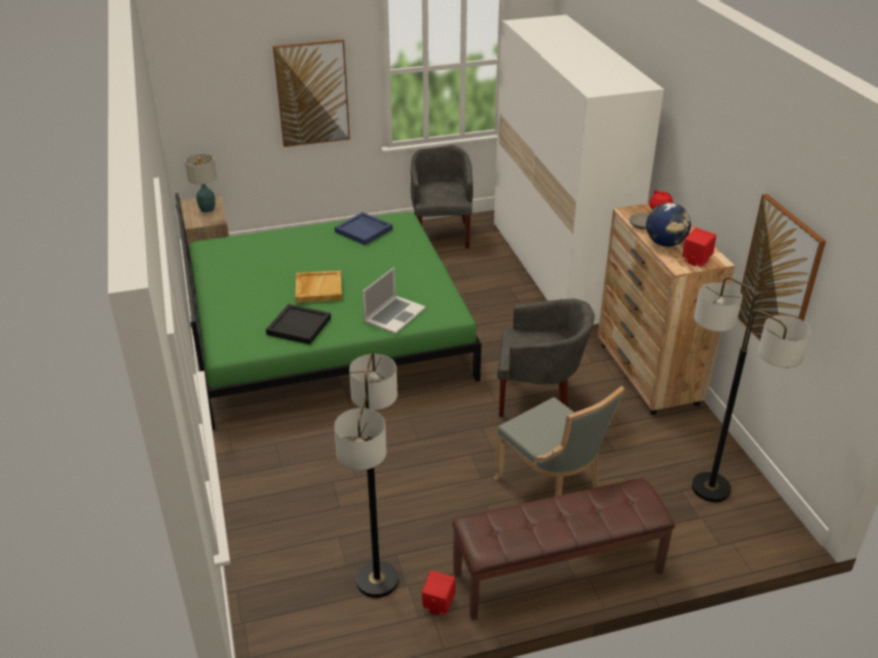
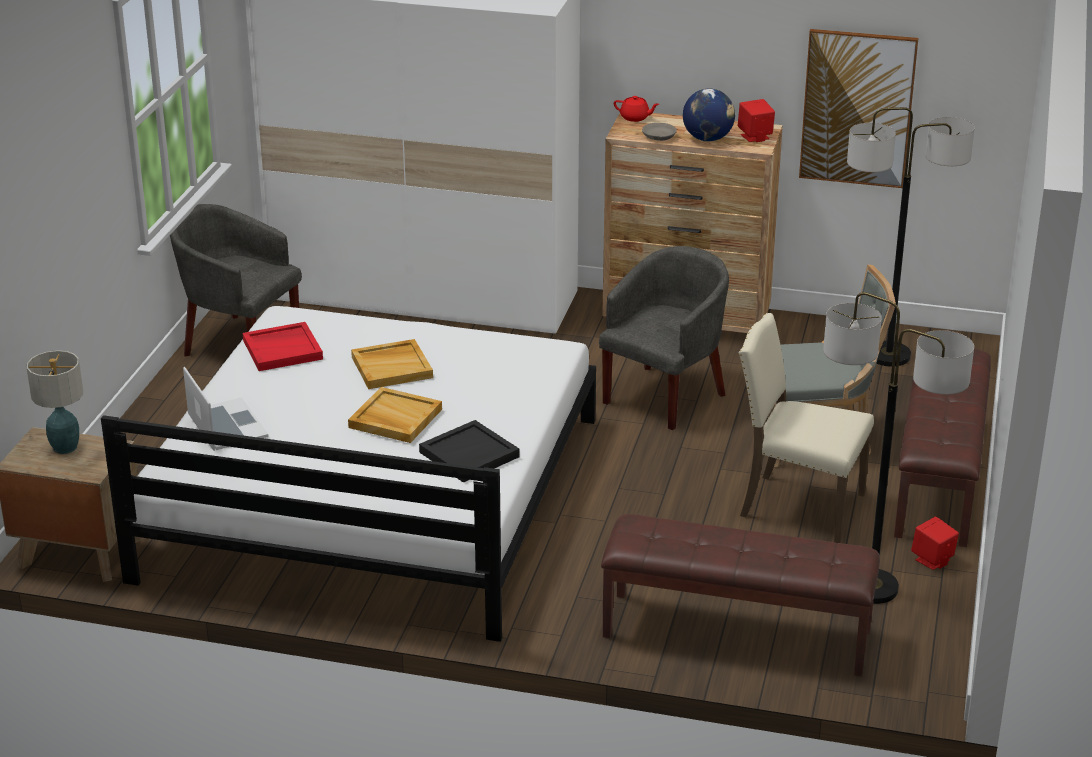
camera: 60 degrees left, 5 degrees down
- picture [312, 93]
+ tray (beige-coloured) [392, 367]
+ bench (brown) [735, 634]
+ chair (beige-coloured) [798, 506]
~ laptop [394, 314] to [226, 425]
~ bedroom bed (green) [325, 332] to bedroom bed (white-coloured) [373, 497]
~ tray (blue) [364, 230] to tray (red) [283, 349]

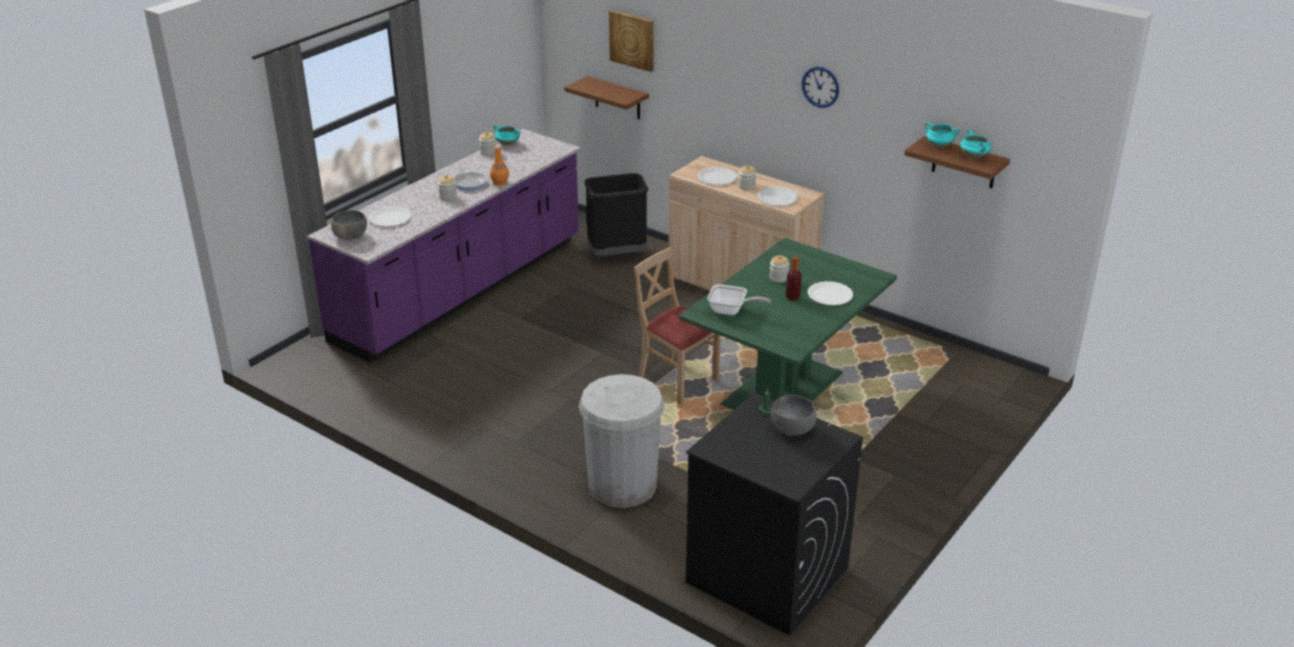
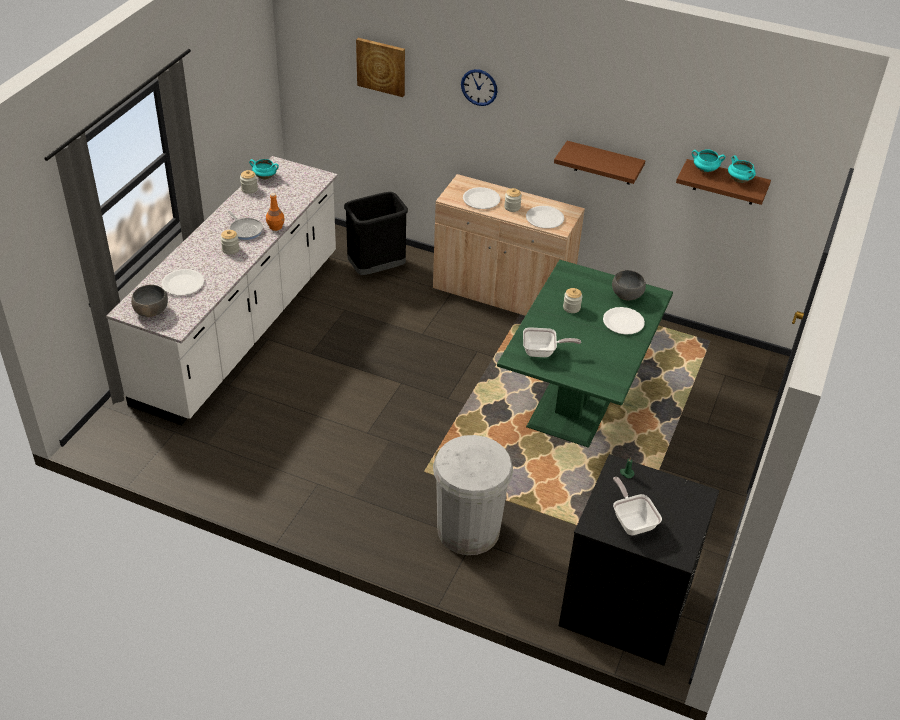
camera: 15 degrees left, 10 degrees up
- chair (beige-coloured) [677, 381]
- drink bottle [792, 297]
+ skillet [632, 521]
~ bracket shelf (brown) [617, 98] to [603, 163]
~ deep dish (greyish) [792, 428] to [627, 294]
~ wall clock [820, 87] to [479, 87]
~ kitchen base unit (purple-coloured) [461, 290] to kitchen base unit (white-coloured) [241, 327]

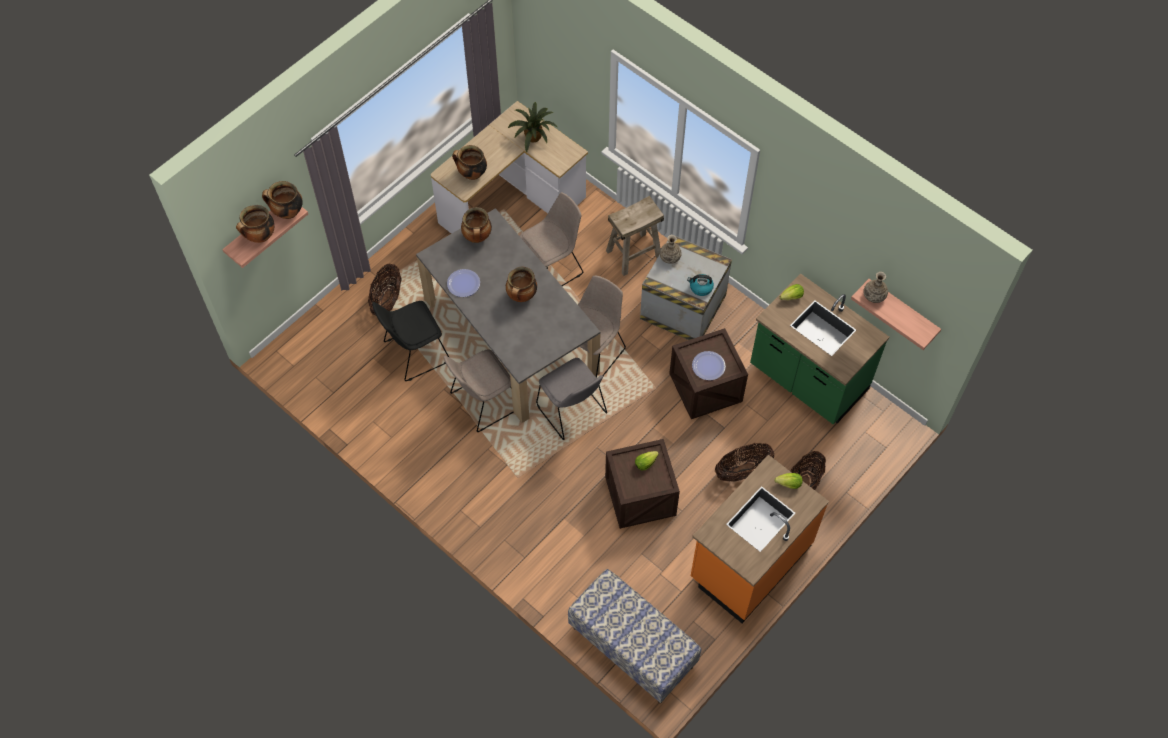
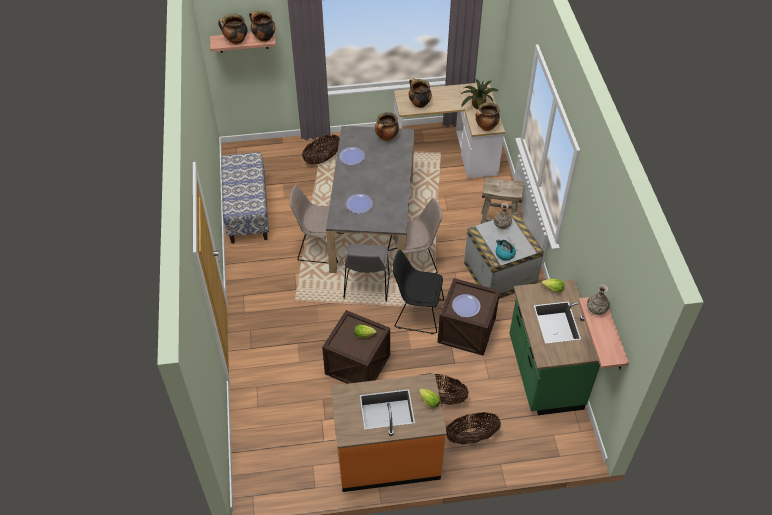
camera: 40 degrees right, 10 degrees down
- chair (beige-coloured) [551, 267]
+ dinner plate [359, 204]
~ chair (black) [414, 353] to [417, 313]
~ cooking pot [522, 296] to [486, 127]
~ bench [632, 647] to [247, 211]

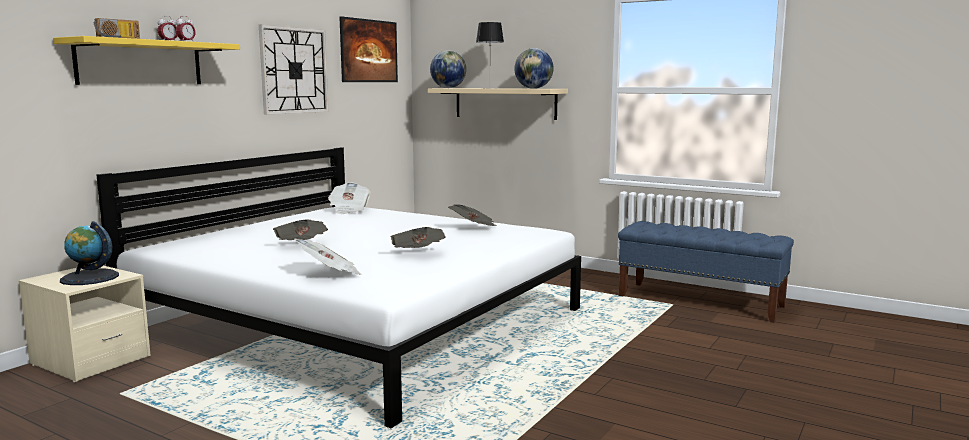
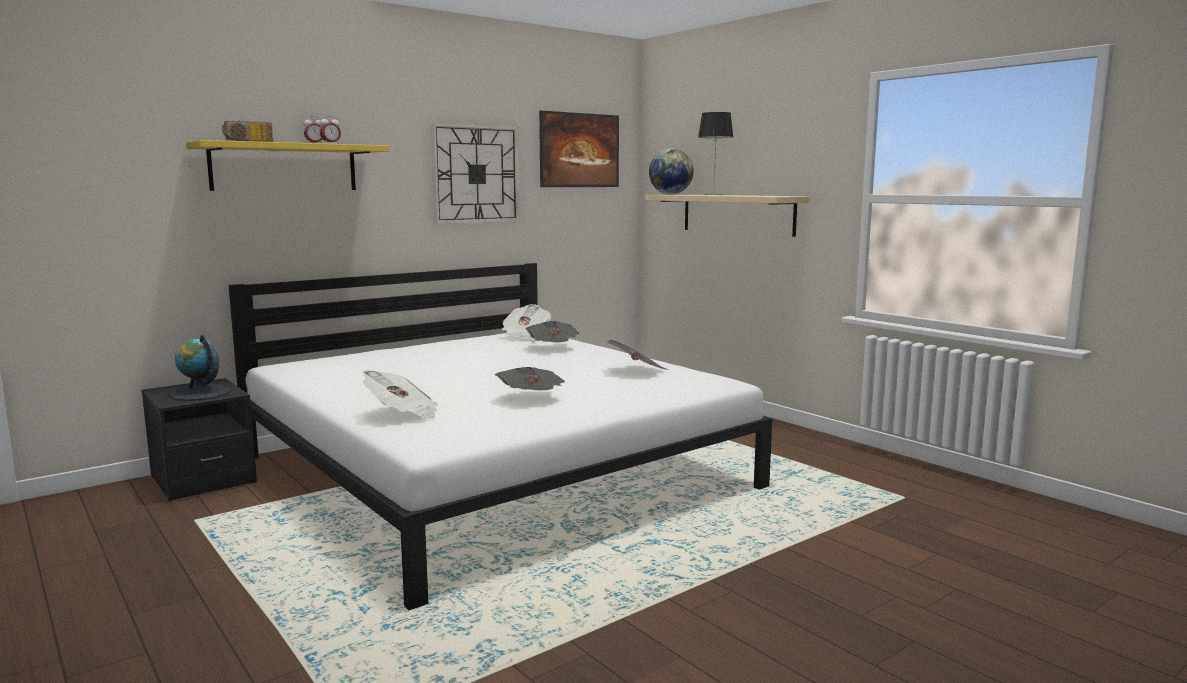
camera: 20 degrees right, 0 degrees up
- globe [533, 88]
- bench (blue) [700, 301]
~ newspaper [301, 245] to [553, 347]
~ nightstand (beige-coloured) [90, 361] to nightstand (black) [203, 480]

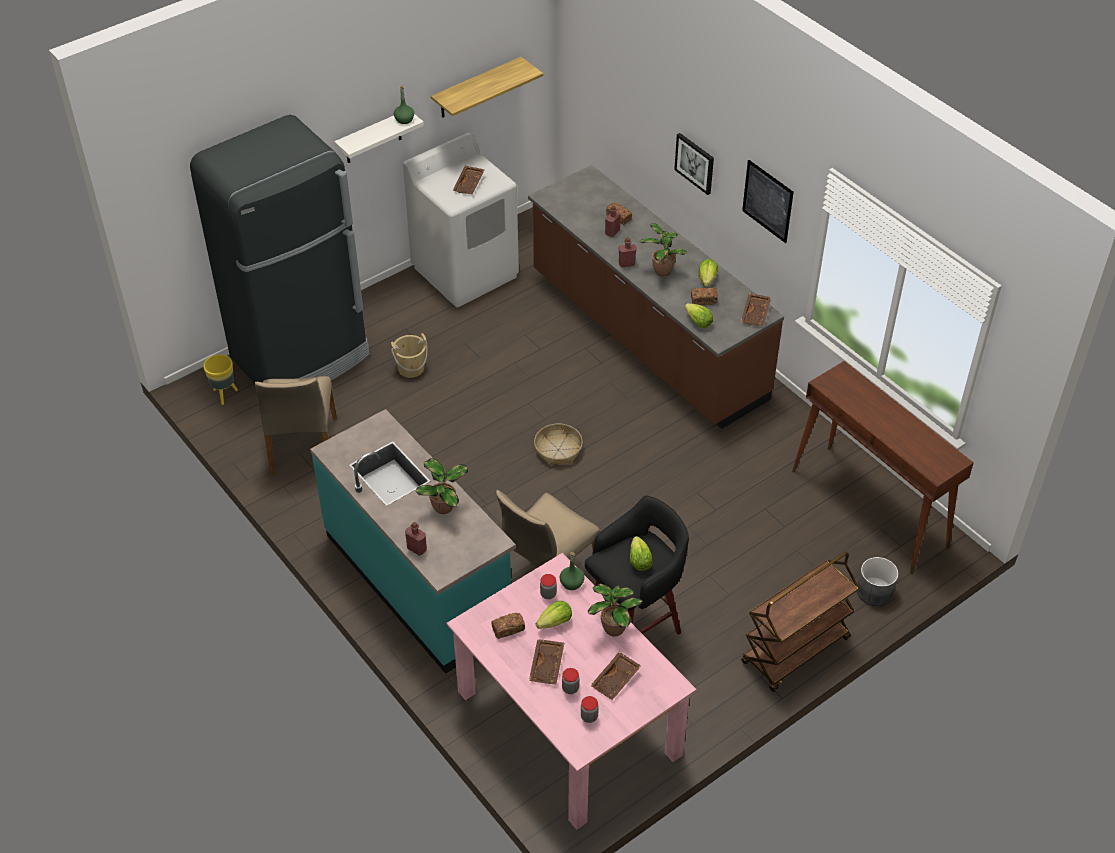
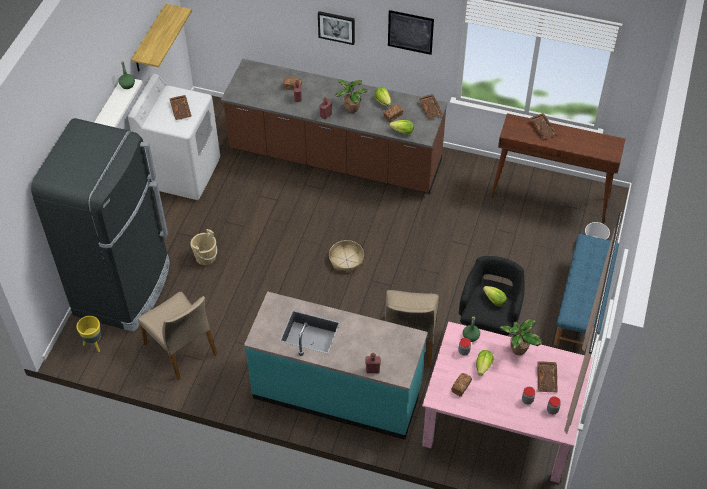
camera: 35 degrees left, 5 degrees up
- plant in a pot [445, 506]
~ tray (brown) [547, 666] to [543, 128]
~ trolley (brown) [795, 652] to bench (blue) [583, 305]

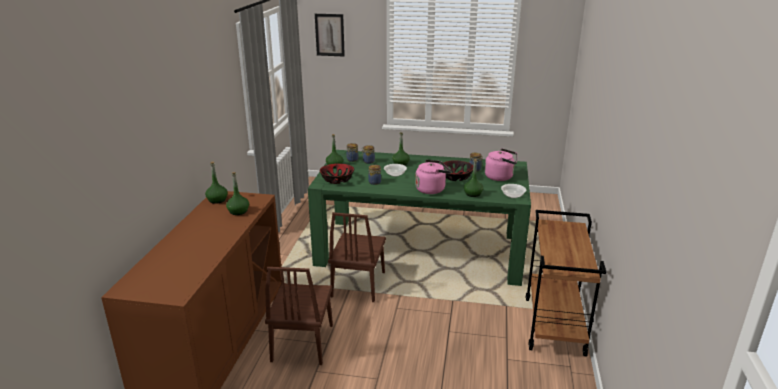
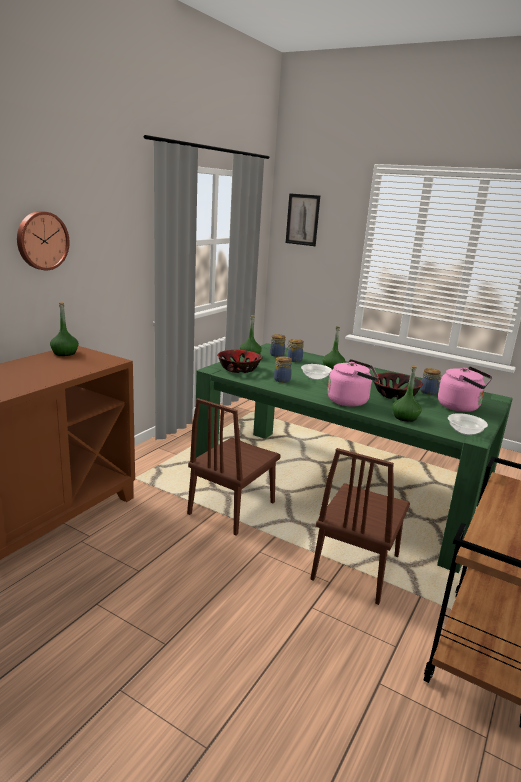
camera: 20 degrees right, 5 degrees down
- drink bottle (green) [238, 211]
+ wall clock [41, 240]
~ chair (brown) [302, 342] to [356, 567]

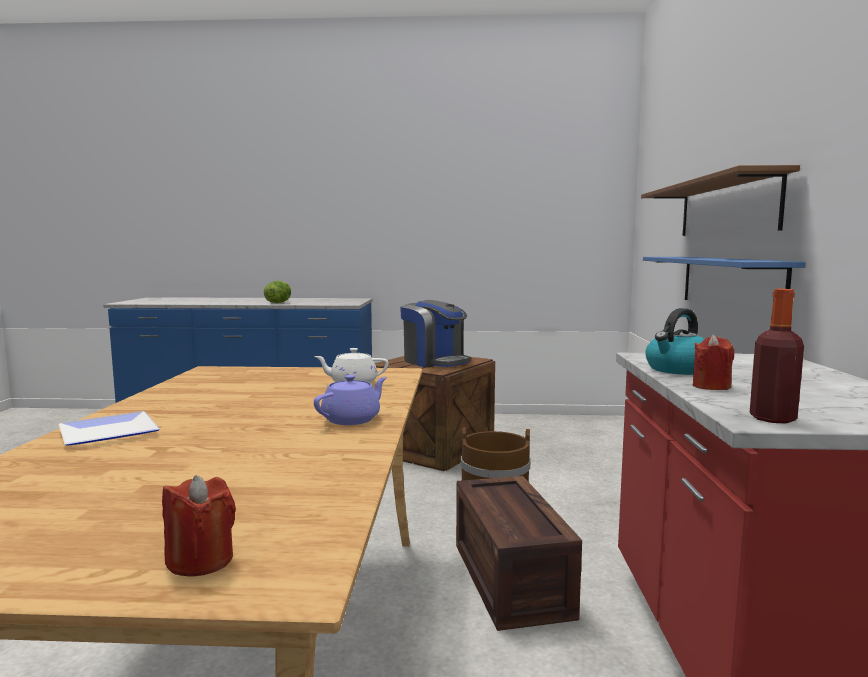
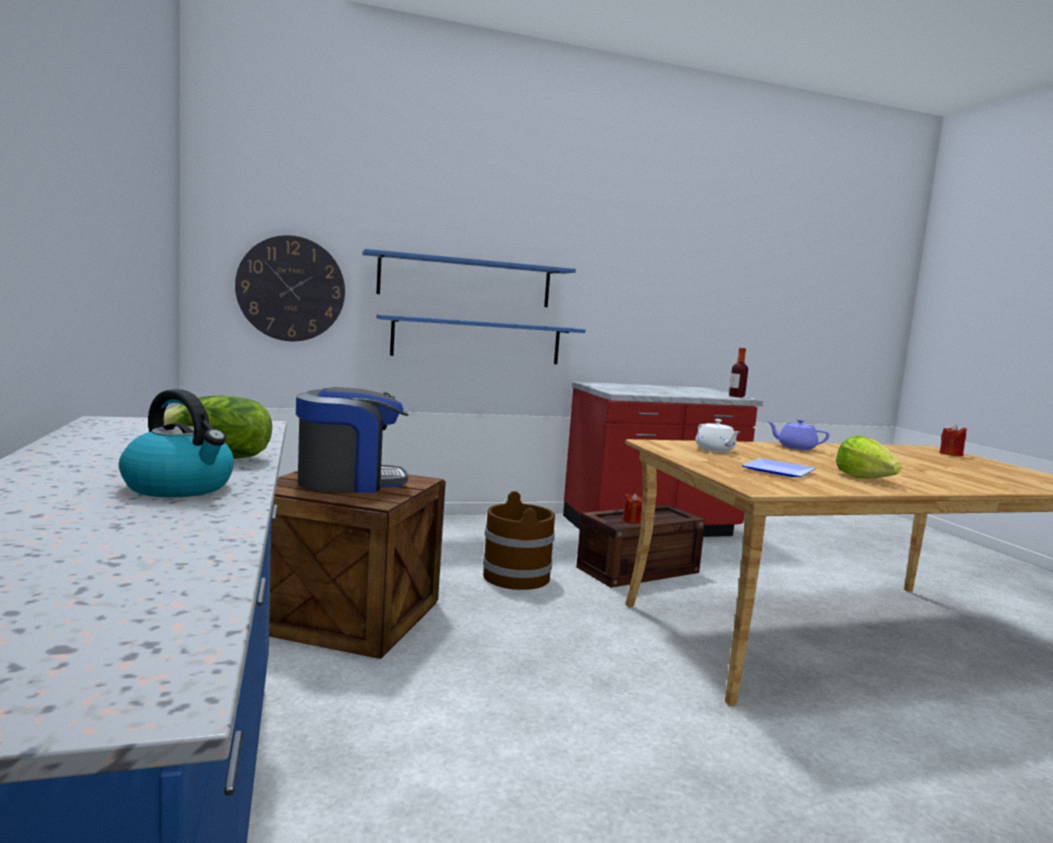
camera: 110 degrees left, 0 degrees up
+ wall clock [291, 289]
+ lettuce head [864, 478]
~ dinner plate [105, 432] to [780, 472]
~ kettle [678, 369] to [180, 487]
~ candle (red) [711, 386] to [632, 520]
~ bracket shelf (brown) [726, 208] to bracket shelf (blue) [466, 281]
~ coffee brewer [435, 361] = [349, 482] 45 degrees clockwise

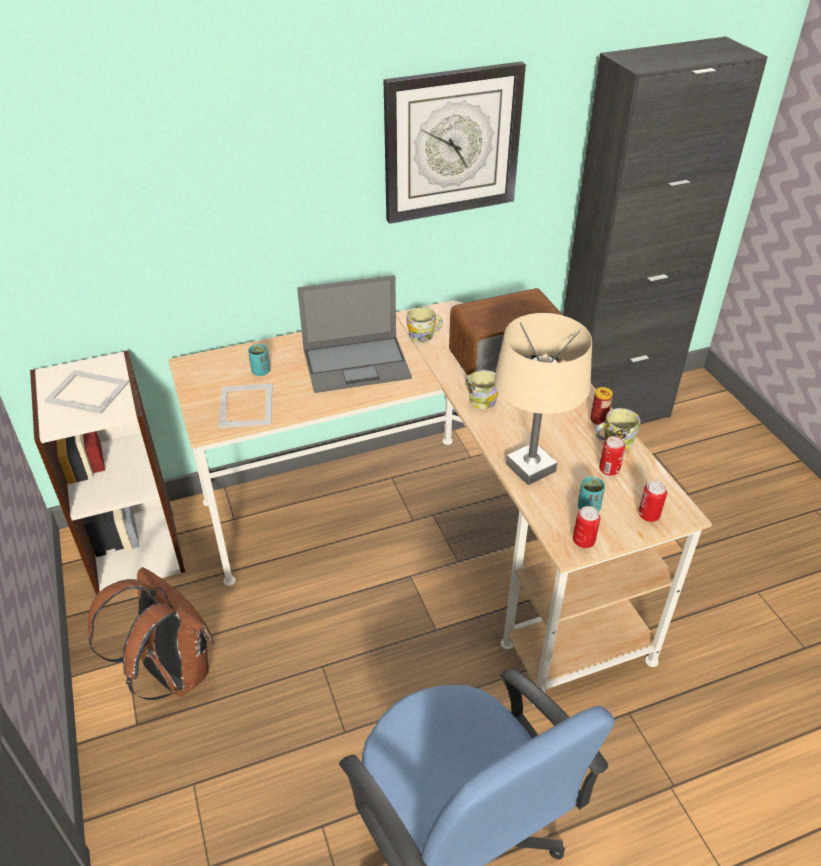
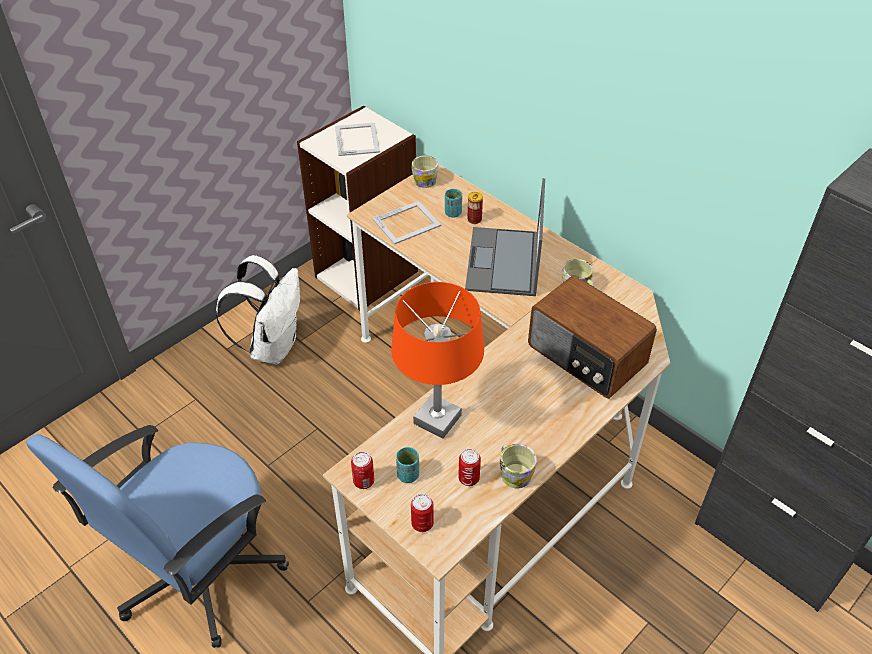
camera: 65 degrees right, 5 degrees up
- wall clock [451, 143]
~ coffee mug [479, 399] to [426, 179]
~ can [598, 420] to [474, 219]
~ rucksack (brown) [171, 672] to rucksack (white-coloured) [273, 346]
~ lamp for a table (beige-coloured) [530, 467] to lamp for a table (orange-coloured) [437, 419]
~ laptop [357, 363] = [504, 262] 45 degrees clockwise

